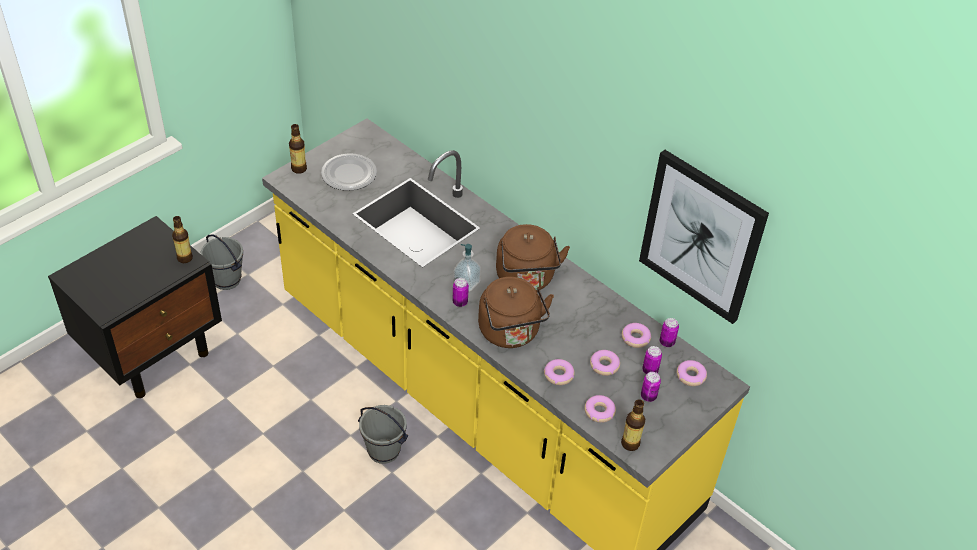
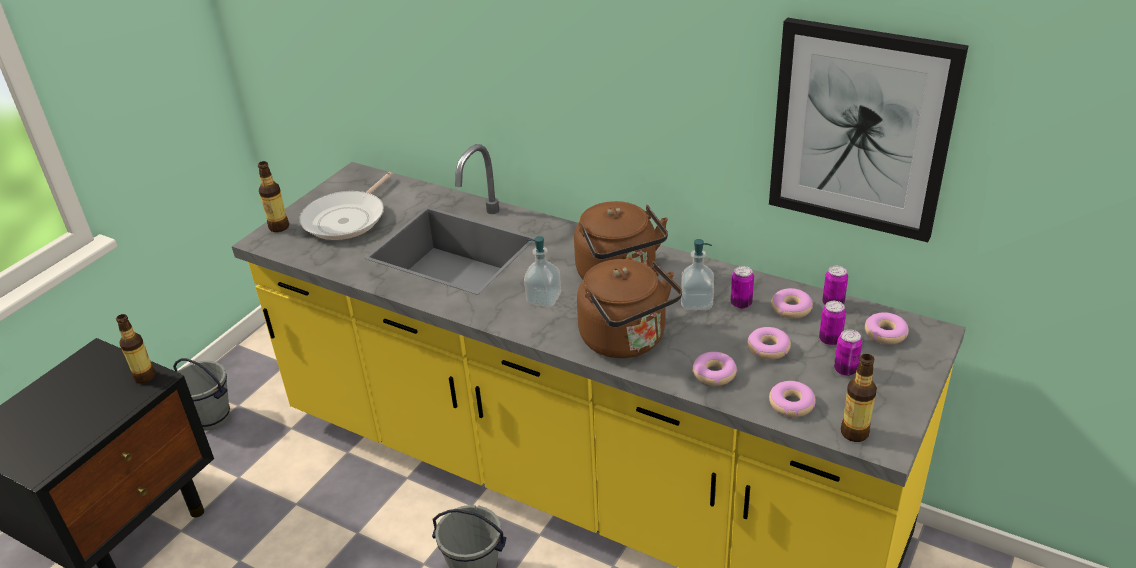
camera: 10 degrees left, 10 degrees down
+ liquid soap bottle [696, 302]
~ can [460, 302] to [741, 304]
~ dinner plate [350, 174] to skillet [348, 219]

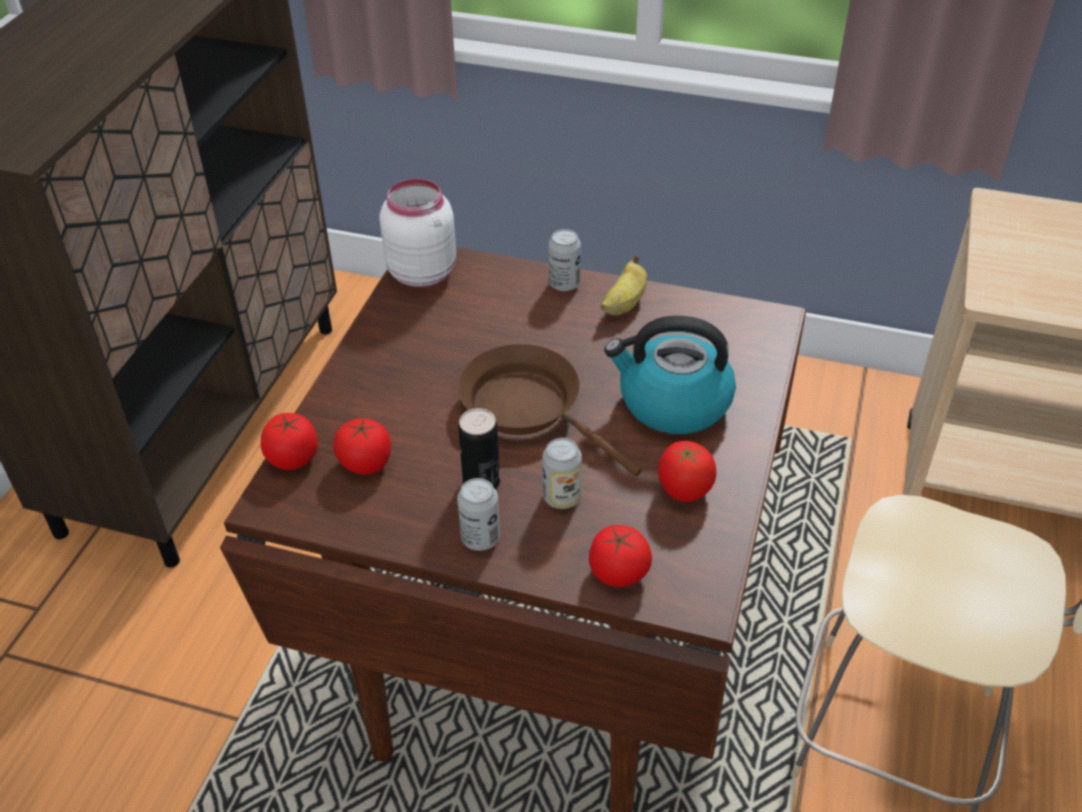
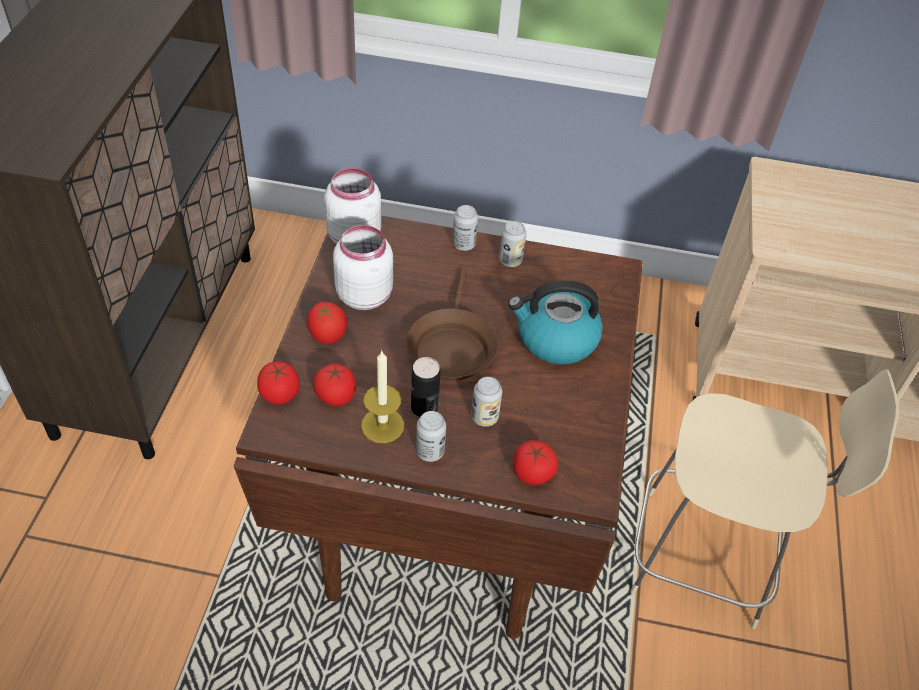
camera: 10 degrees left, 5 degrees up
+ storage jar (white-coloured) [364, 294]
+ candle [382, 425]
~ fresh tomato [684, 490] to [327, 335]
~ whole banana [624, 304] to can [510, 260]
~ skillet (brown) [529, 408] = [451, 347] 120 degrees counterclockwise

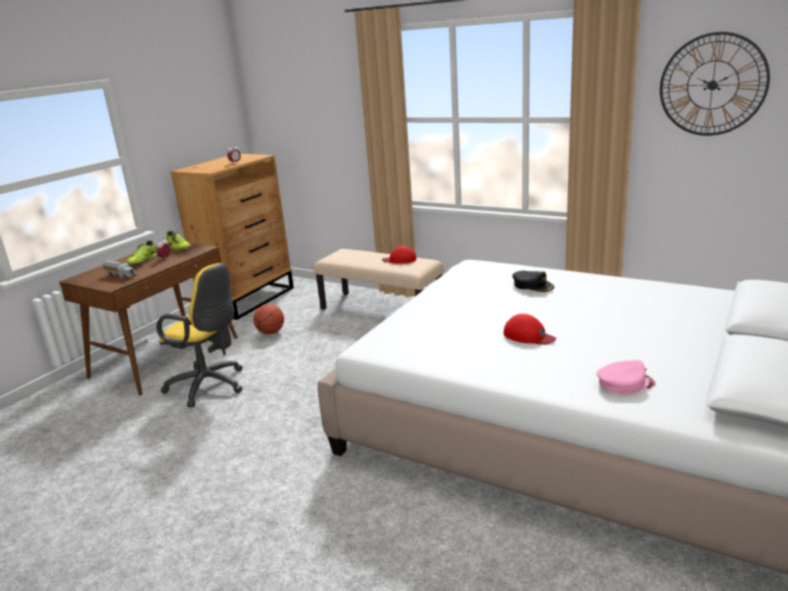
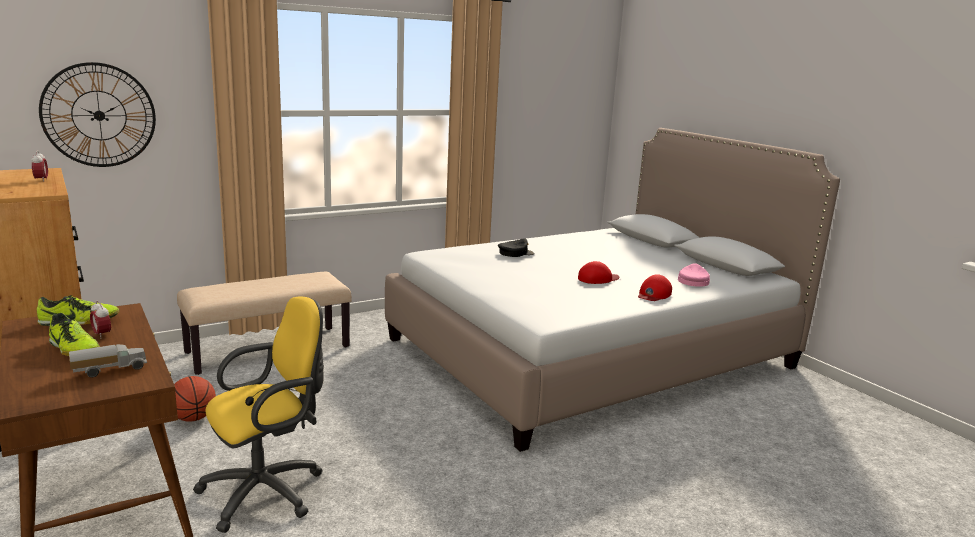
camera: 65 degrees left, 5 degrees down
~ cap (red) [400, 260] to [653, 294]
~ wall clock [712, 85] to [99, 115]

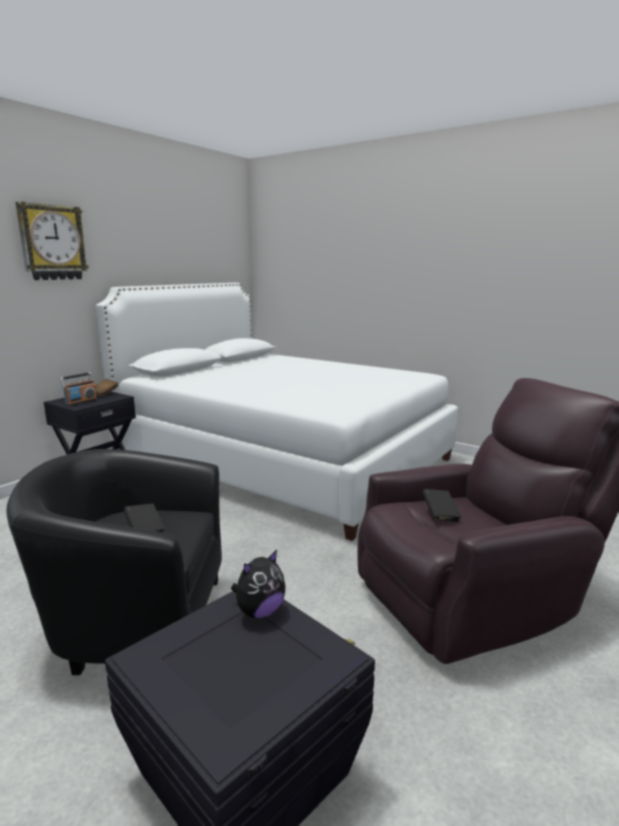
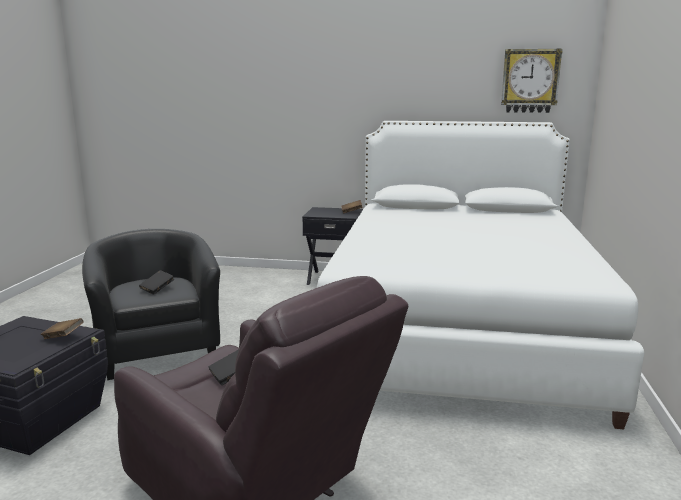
camera: 65 degrees right, 0 degrees up
- radio set [81, 402]
~ wall clock [52, 243] to [530, 81]
~ plush toy [259, 611] to volume (brown) [63, 337]

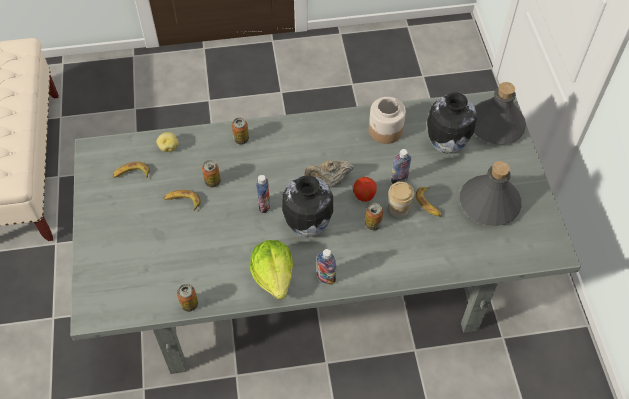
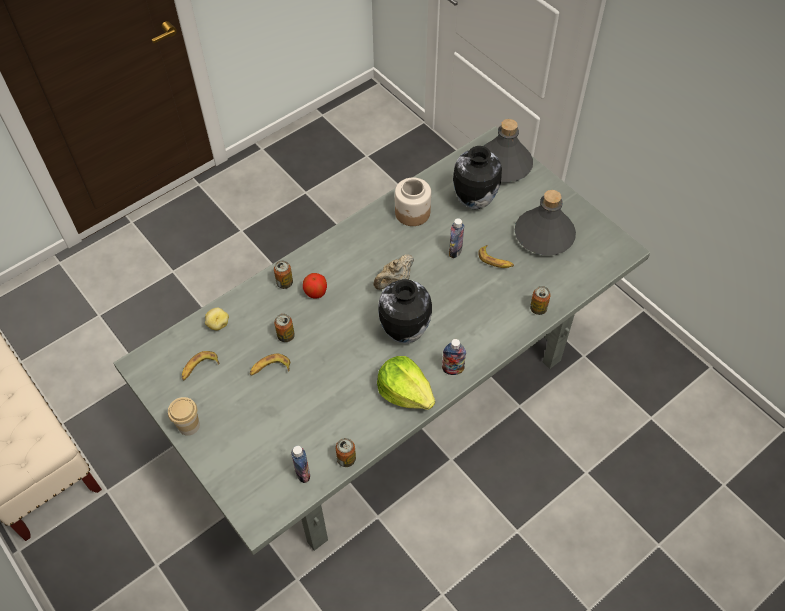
camera: 30 degrees left, 0 degrees up
~ drink bottle [264, 205] to [303, 473]
~ apple fruit [364, 195] to [315, 292]
~ can [373, 224] to [538, 308]
~ drinking cup [398, 209] to [189, 425]

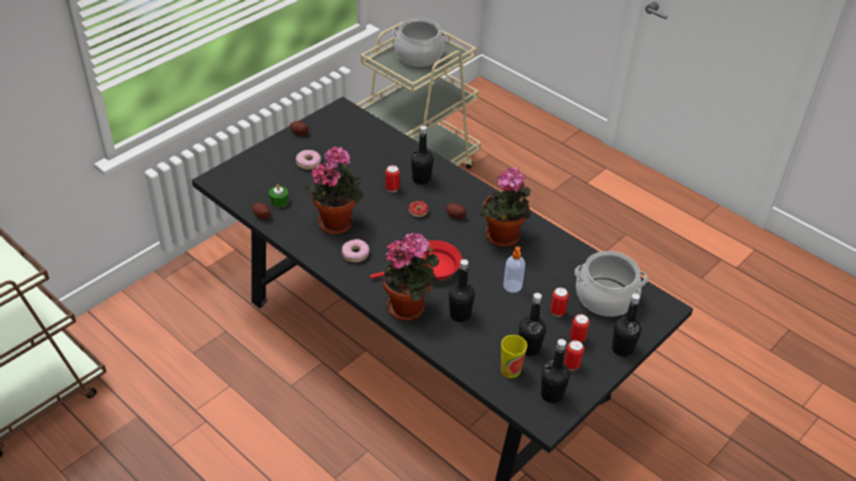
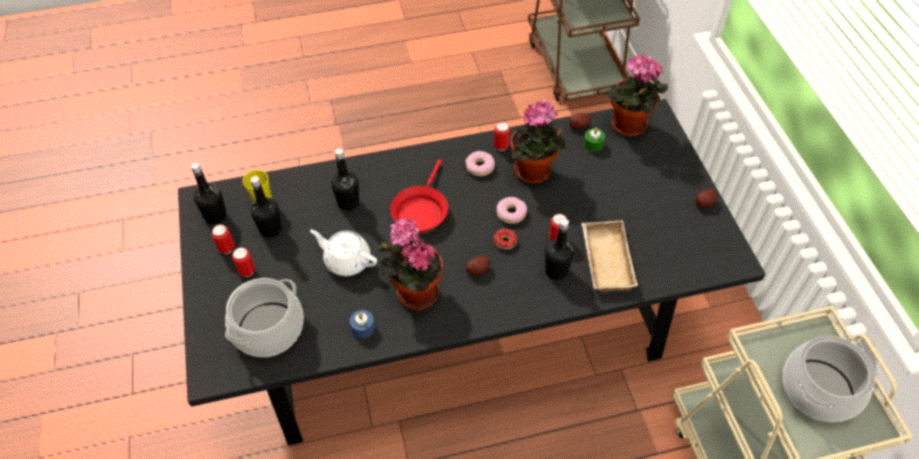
camera: 125 degrees right, 10 degrees up
- drink bottle (black) [622, 349]
+ candle (blue) [363, 327]
+ tray (beige-coloured) [604, 259]
~ ring doughnut [308, 163] to [511, 213]
~ plant in a pot [409, 307] to [627, 127]
~ can [557, 312] to [501, 146]
~ liquid soap bottle [512, 286] to tea pot (white-coloured) [346, 260]

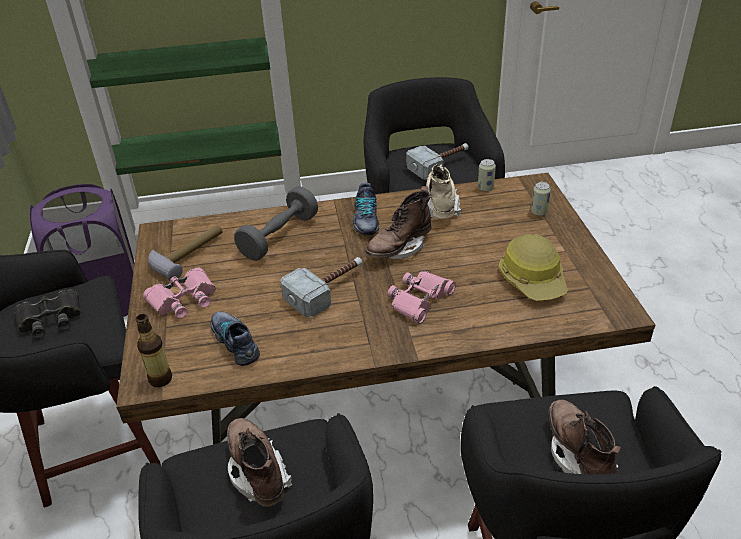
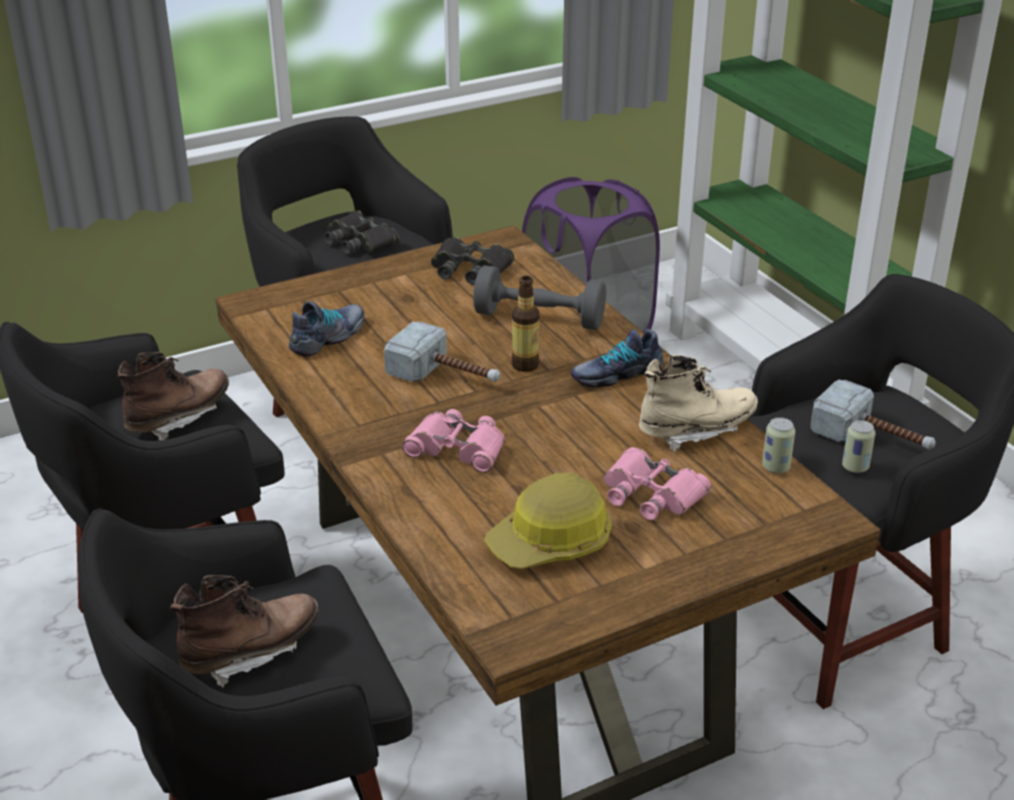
camera: 70 degrees right, 5 degrees down
- tall boot (brown) [399, 248]
~ drink bottle [160, 379] to [525, 365]
~ binoculars (pink-coloured) [183, 299] to [651, 493]
~ can [539, 212] to [855, 467]
~ hand hammer [187, 254] to binoculars (black) [469, 269]

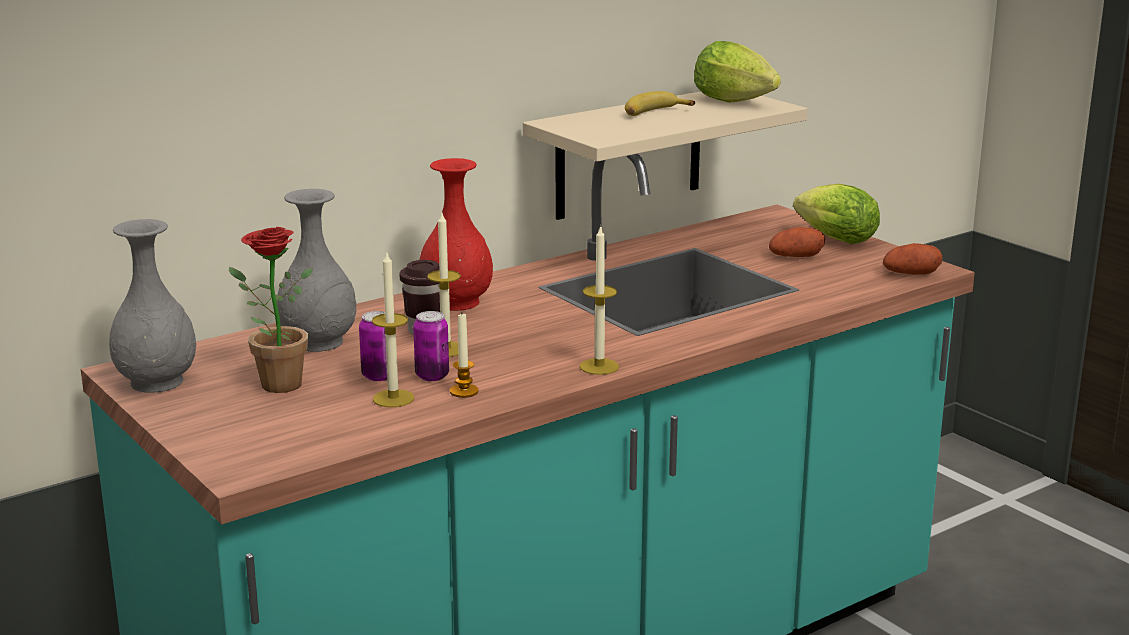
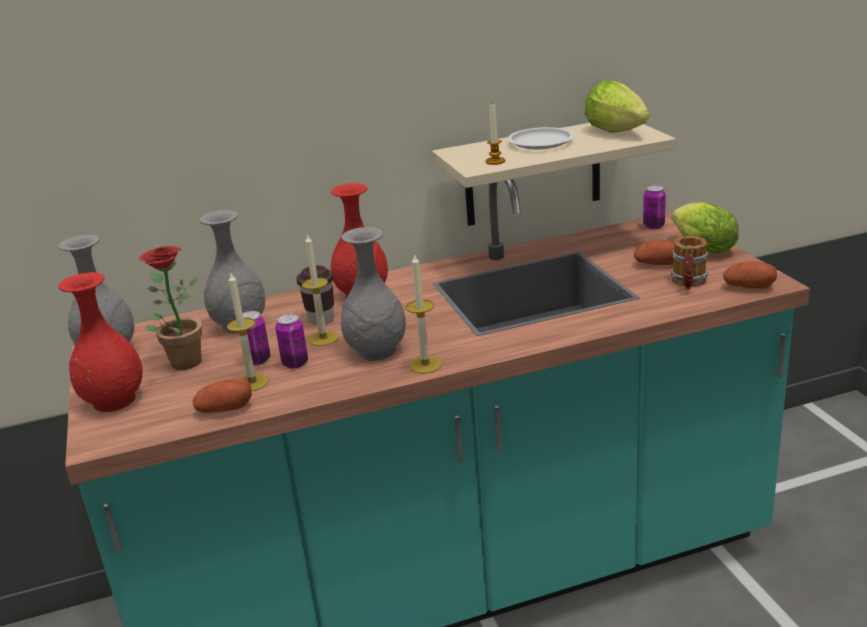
camera: 20 degrees right, 5 degrees up
+ flower vase (red) [114, 400]
+ spud [225, 409]
+ flower vase (greyish) [376, 351]
+ can [653, 226]
+ coffee mug [688, 283]
~ candle [464, 391] to [495, 161]
~ whole banana [654, 113] to dinner plate (white-coloured) [540, 143]

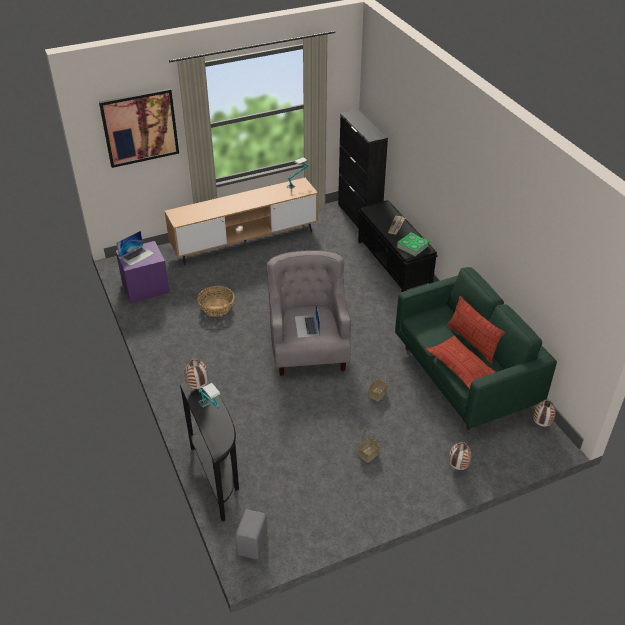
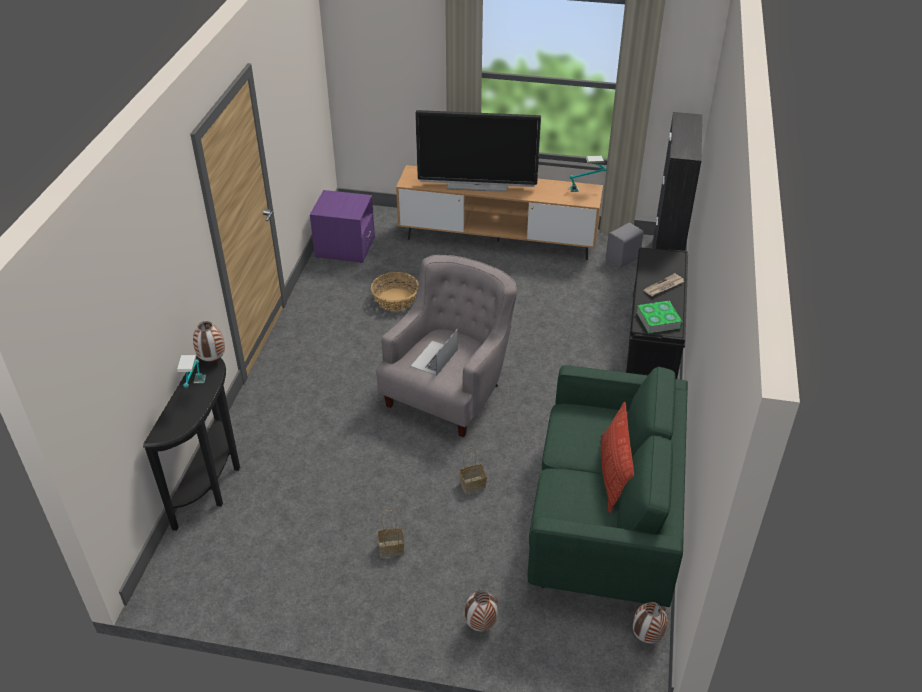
camera: 35 degrees right, 0 degrees up
- picture [140, 127]
- laptop [137, 255]
- cushion [461, 366]
+ TV [477, 185]
~ audio speaker (greyish) [253, 544] to [623, 259]

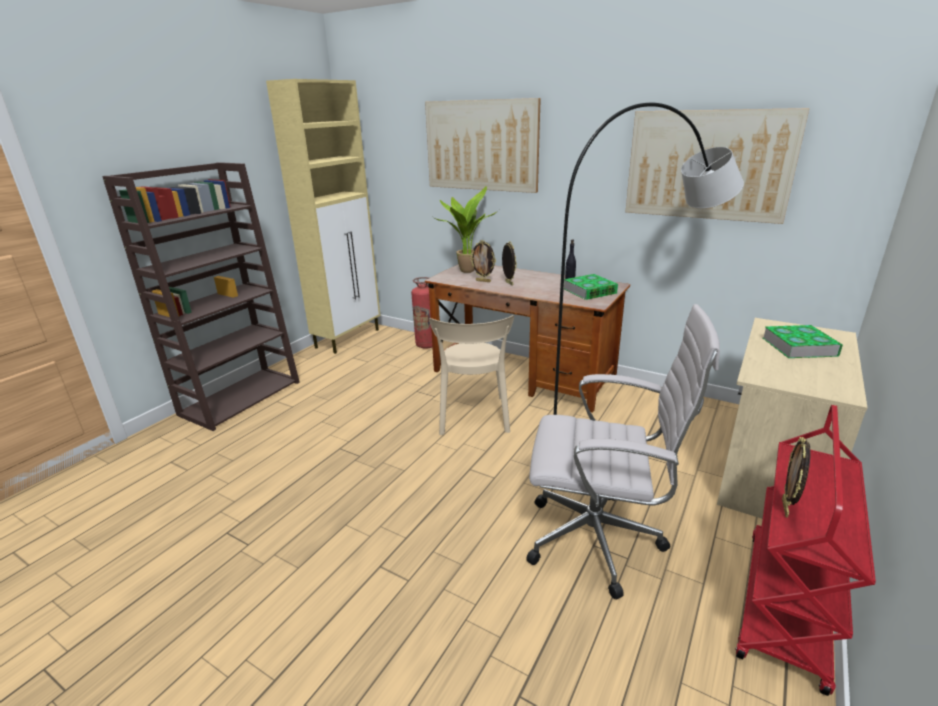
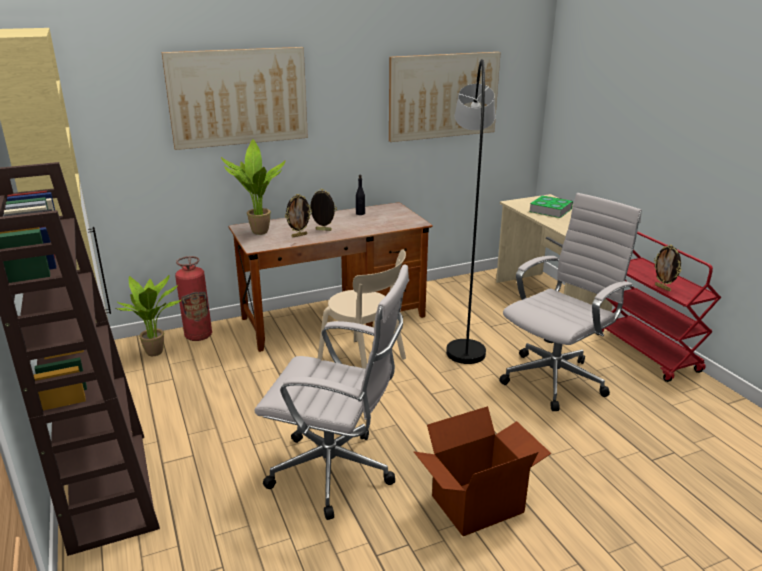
camera: 55 degrees left, 0 degrees up
- volume [589, 291]
+ plant in a pot [158, 352]
+ computer chair (white-coloured) [337, 473]
+ cardboard box [476, 503]

